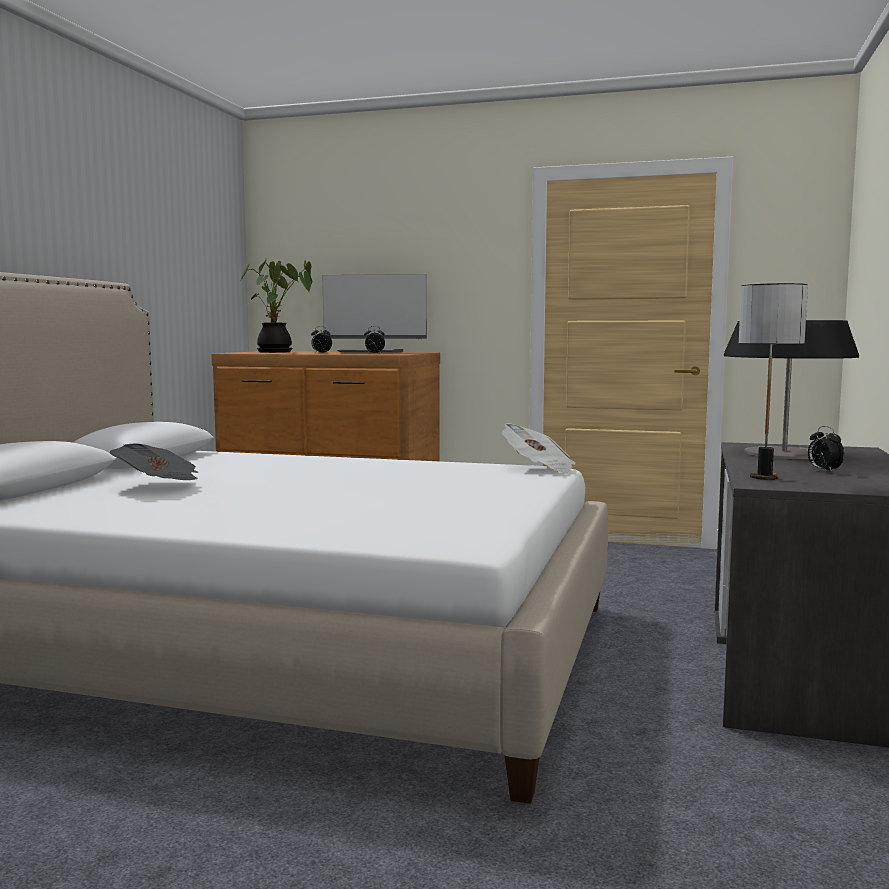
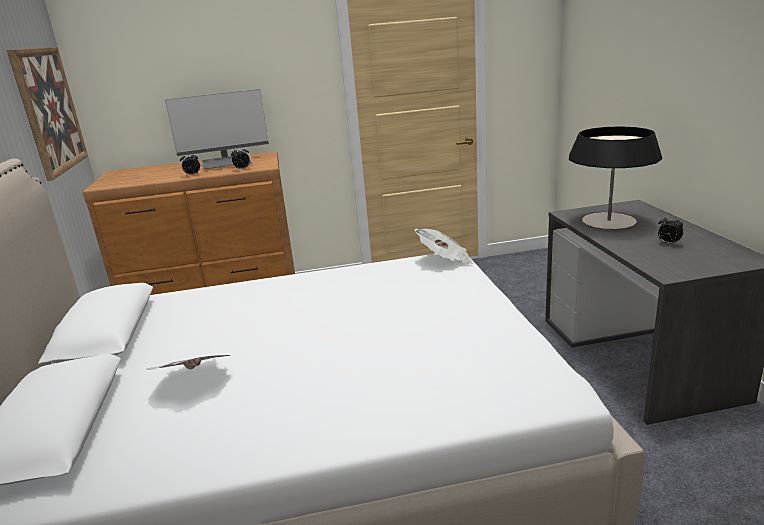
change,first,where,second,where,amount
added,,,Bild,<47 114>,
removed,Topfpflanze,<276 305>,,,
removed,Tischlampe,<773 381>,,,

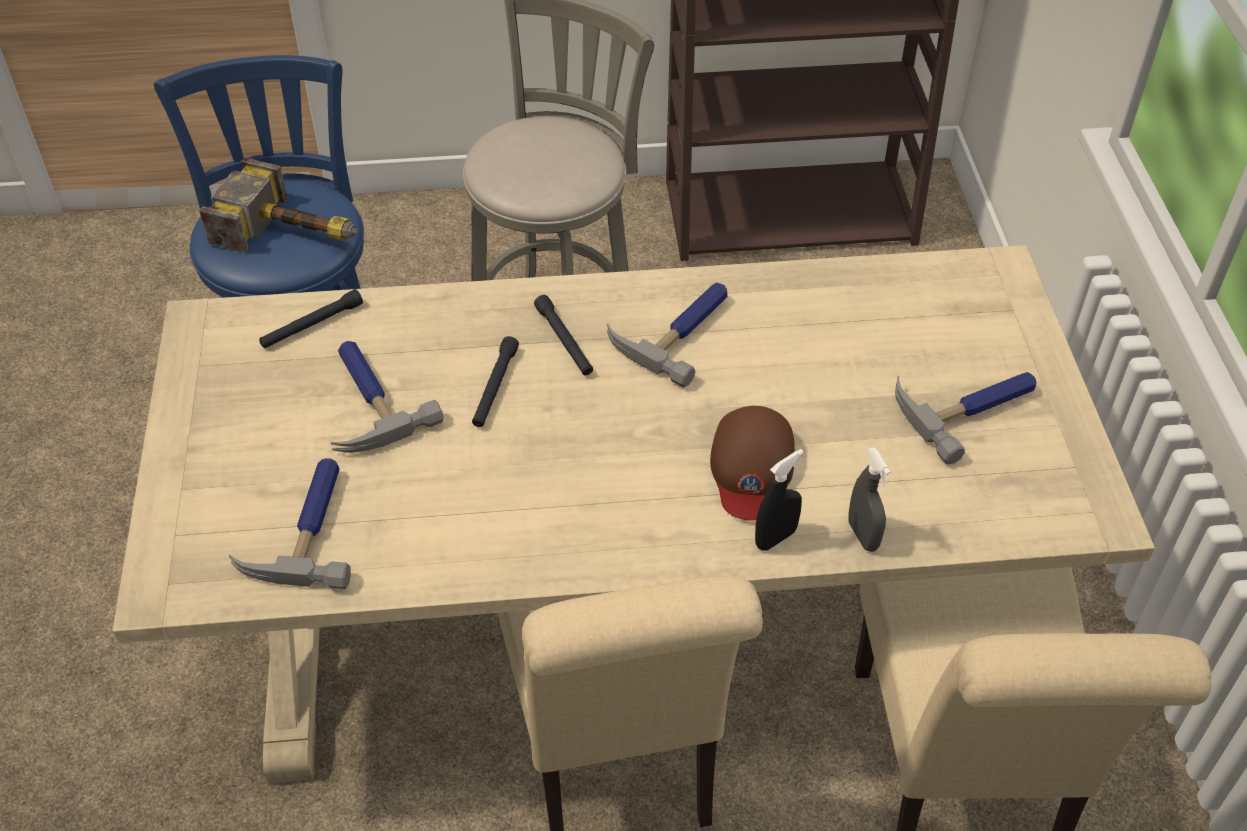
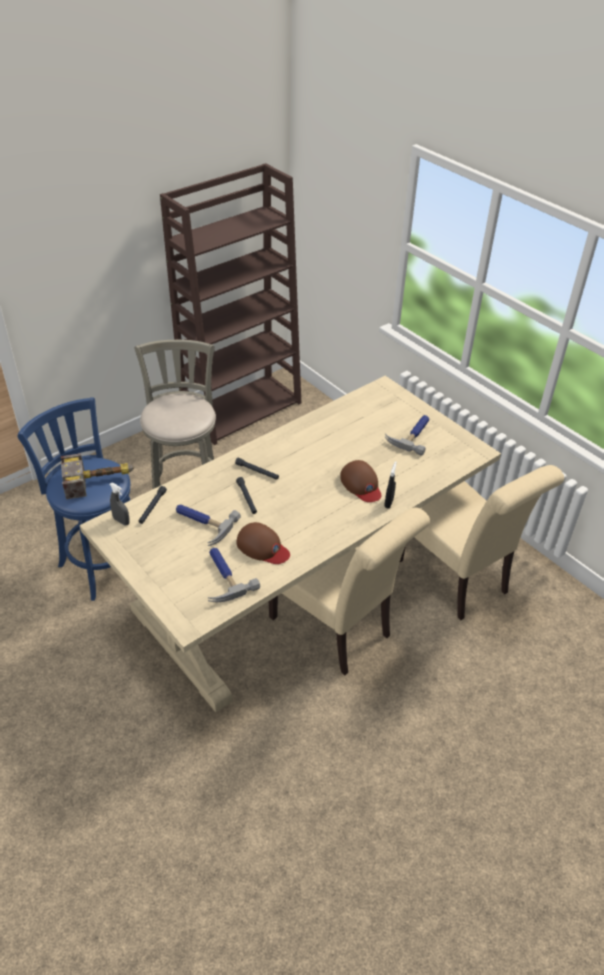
change,first,where,second,where,amount
moved,Sprühflasche (grau),<869 499>,,<120 504>,
added,,,Kappe (braun),<263 543>,
removed,Hammer,<667 335>,,,

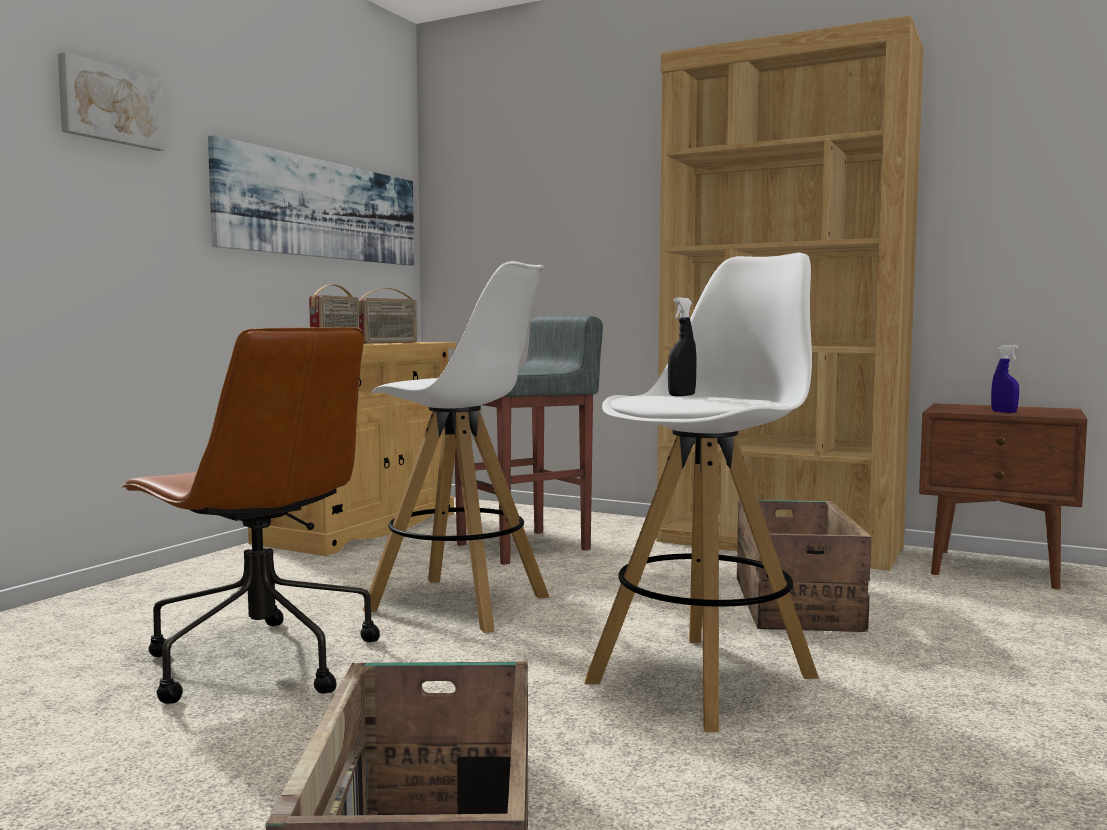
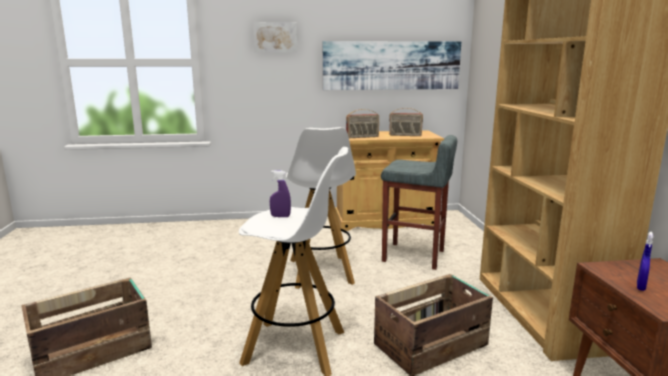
change,first,where,second,where,amount
recoloured,Sprühflasche (schwarz),<682 346>,Sprühflasche (lila),<280 193>,
removed,Bürostuhl (braun),<250 515>,,,

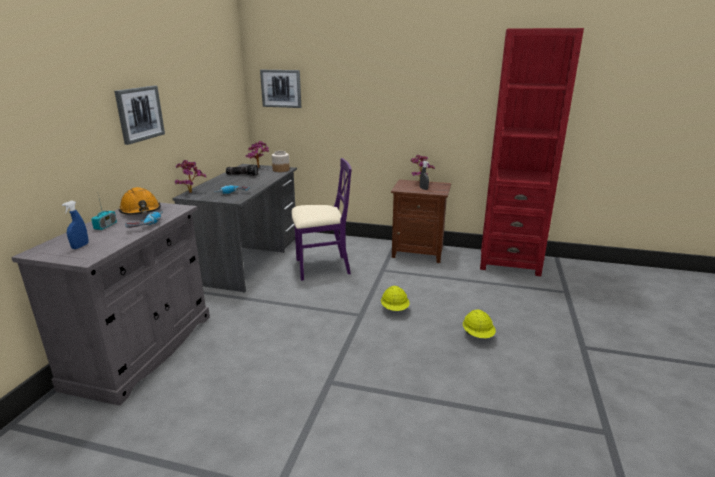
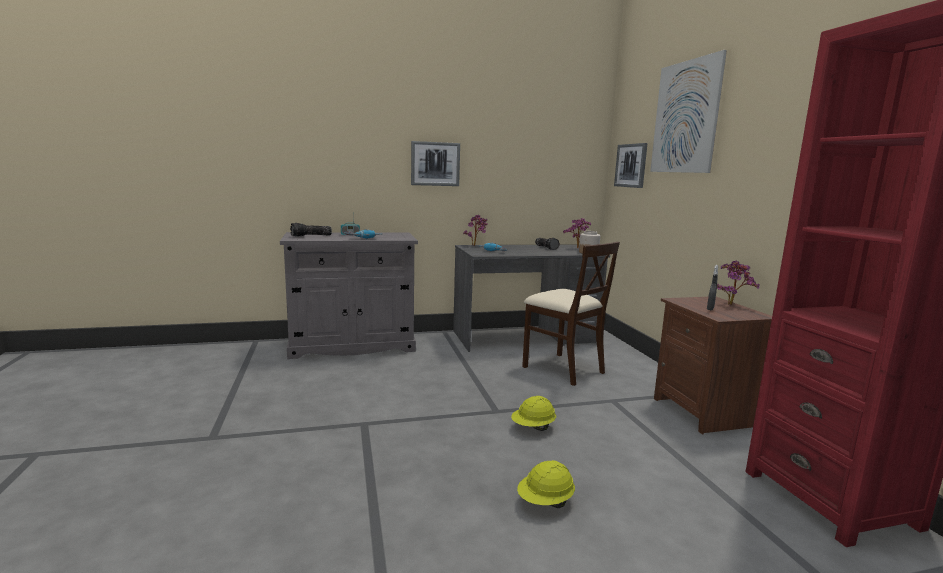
change,first,where,second,where,amount
replaced,Sprühflasche (blau),<75 225>,Taschenlampe,<311 230>,
recoloured,Stuhl (lila),<321 219>,Stuhl (beige),<571 314>,
added,,,Bild,<688 111>,
removed,Schutzhelm (orange),<140 201>,,,

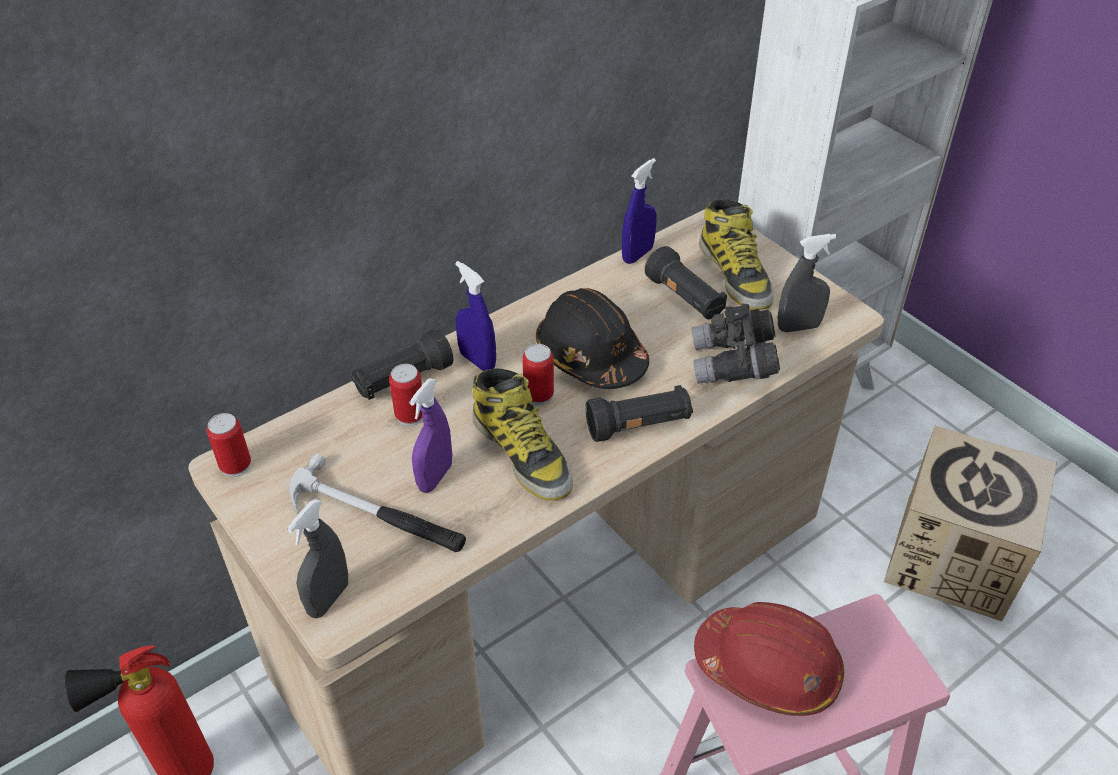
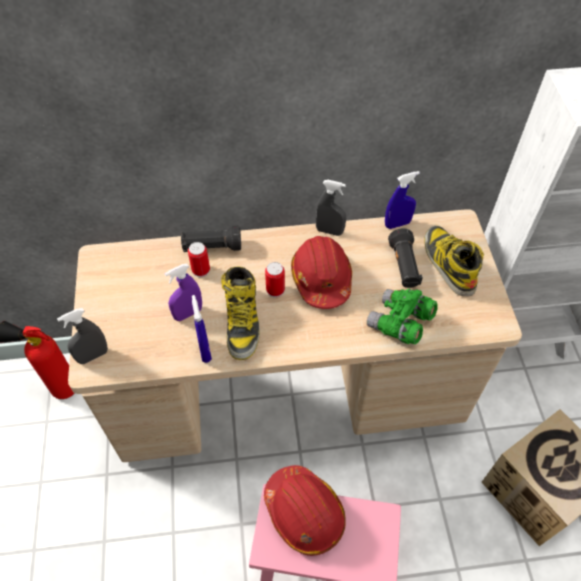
change,first,where,second,where,amount
moved,Sprühflasche (blau),<475 316>,,<202 329>,
recoloured,Schutzhelm (schwarz),<592 338>,Schutzhelm (rot),<321 272>,
moved,Sprühflasche (grau),<807 283>,,<330 208>,
recoloured,Fernglas (grau),<736 344>,Fernglas (grün),<402 316>,
turned,Stiefel,<736 255>,,<454 261>,150 degrees clockwise
removed,Dose,<229 445>,,,
removed,Hammer,<377 502>,,,
removed,Taschenlampe (schwarz),<639 413>,,,

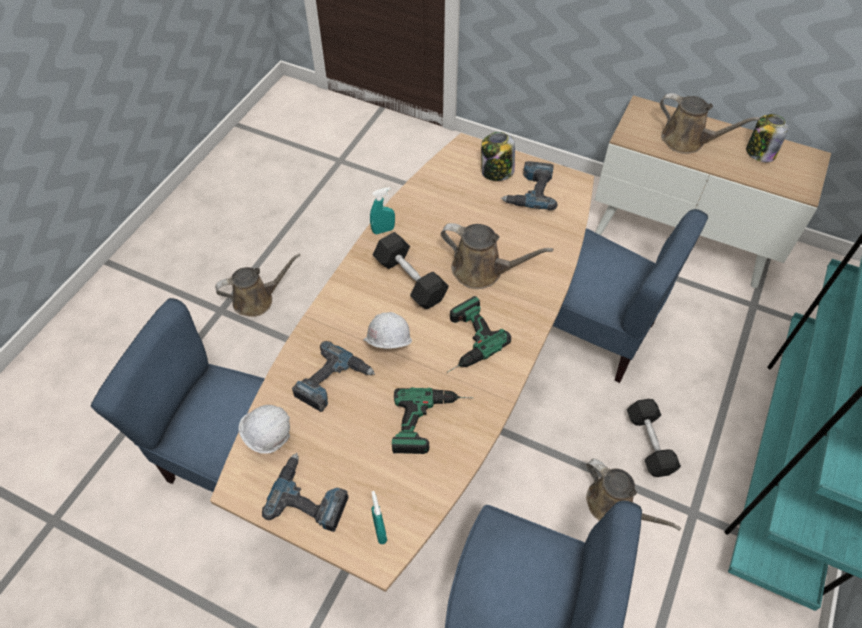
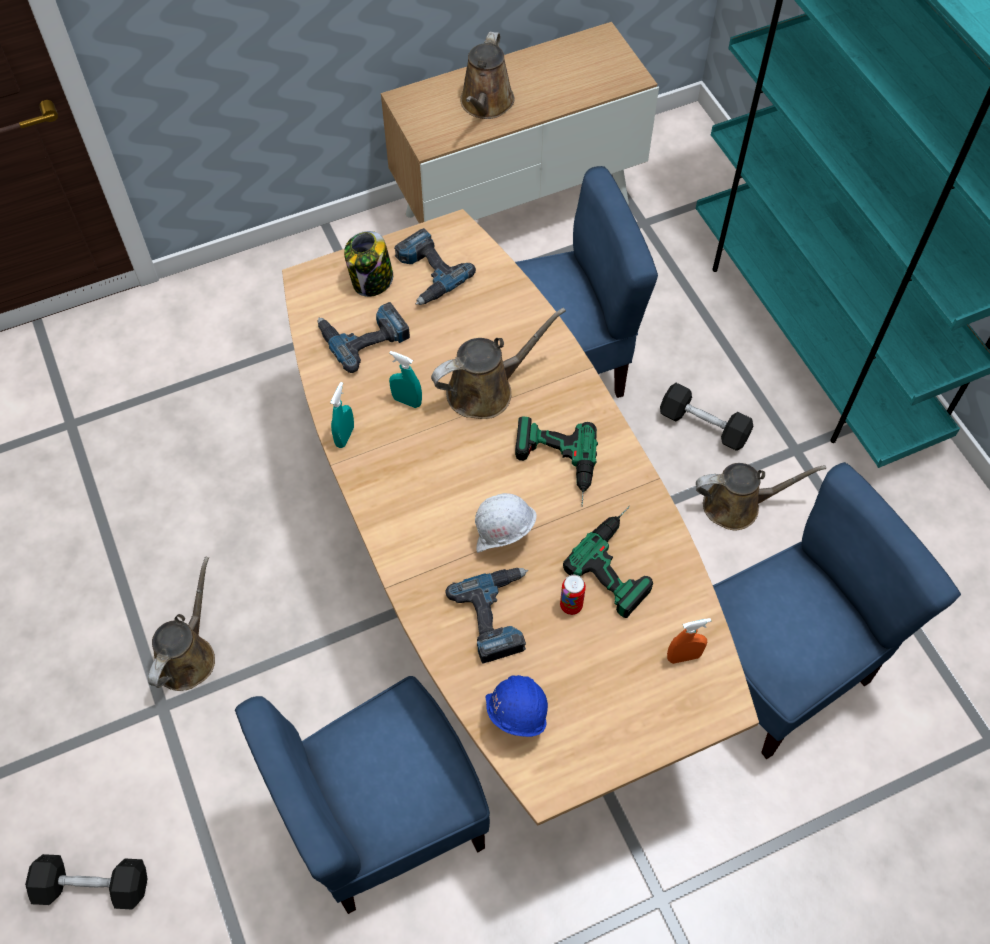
change,first,where,second,where,amount
moved,Hantel (schwarz),<411 270>,,<86 882>,
moved,Bohrmaschine,<305 492>,,<364 337>,
moved,Sprühflasche (türkis),<379 517>,,<405 379>,
turned,Gießkanne (braun),<710 123>,,<487 75>,120 degrees clockwise
recoloured,Schutzhelm (weiß),<264 429>,Schutzhelm (blau),<516 706>,
added,,,Dose,<573 595>,
added,,,Sprühflasche (orange),<689 641>,
removed,Vorratsglas,<767 138>,,,

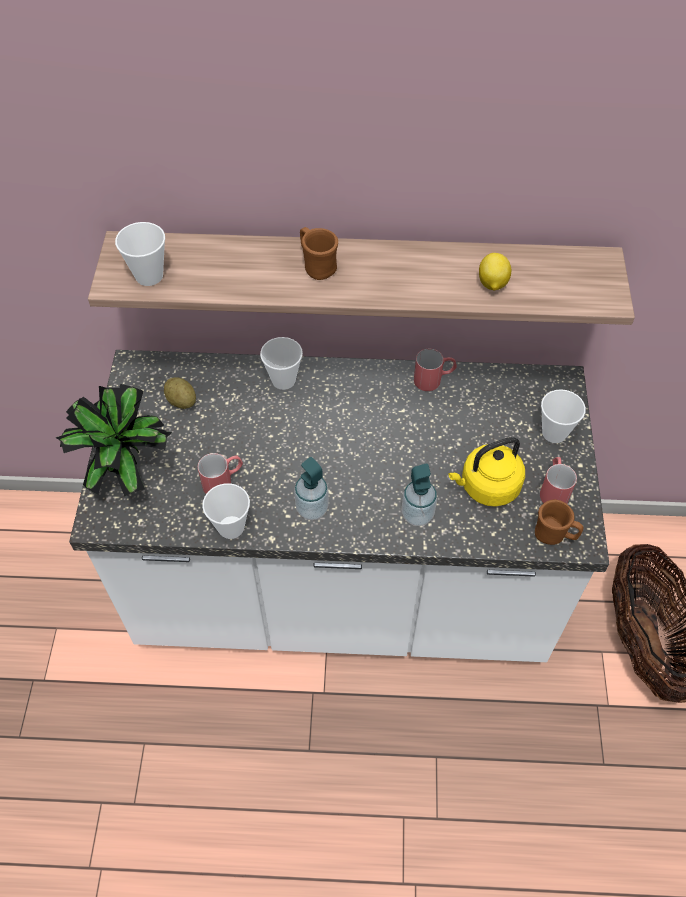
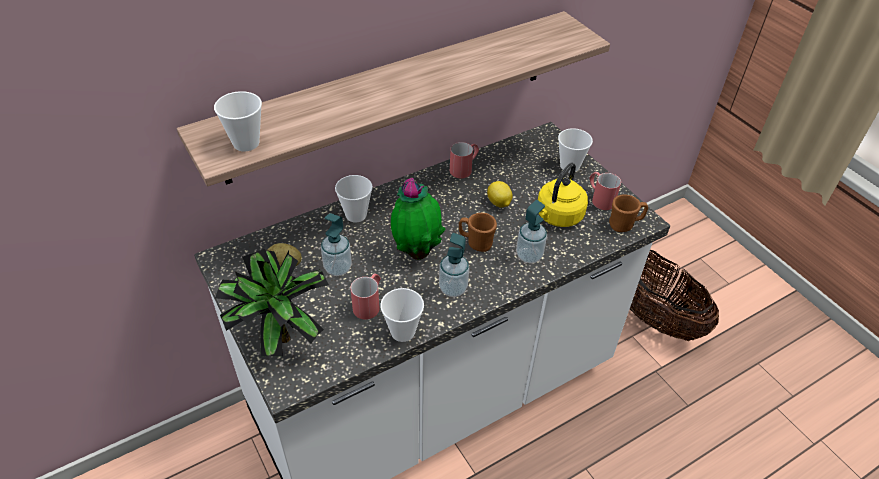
change,first,where,second,where,amount
added,,,Seifenspender,<336 244>,
added,,,Topfpflanze,<418 218>,
moved,Henkelbecher (braun),<319 253>,,<478 232>,
moved,Zitrone,<495 272>,,<500 194>,

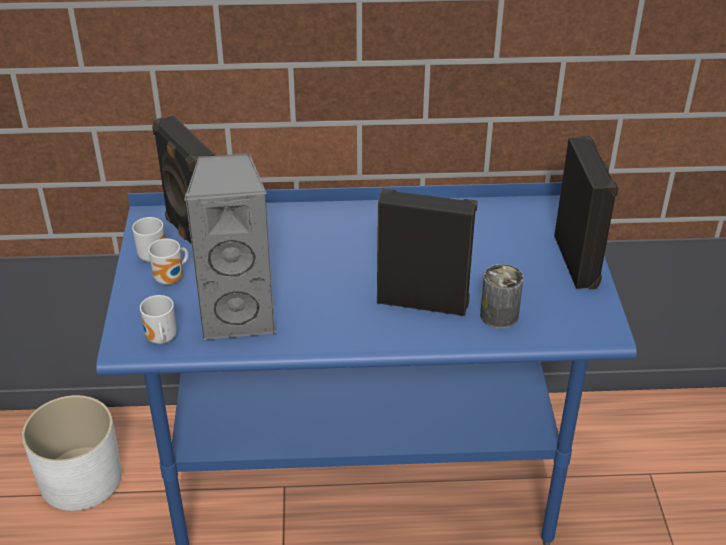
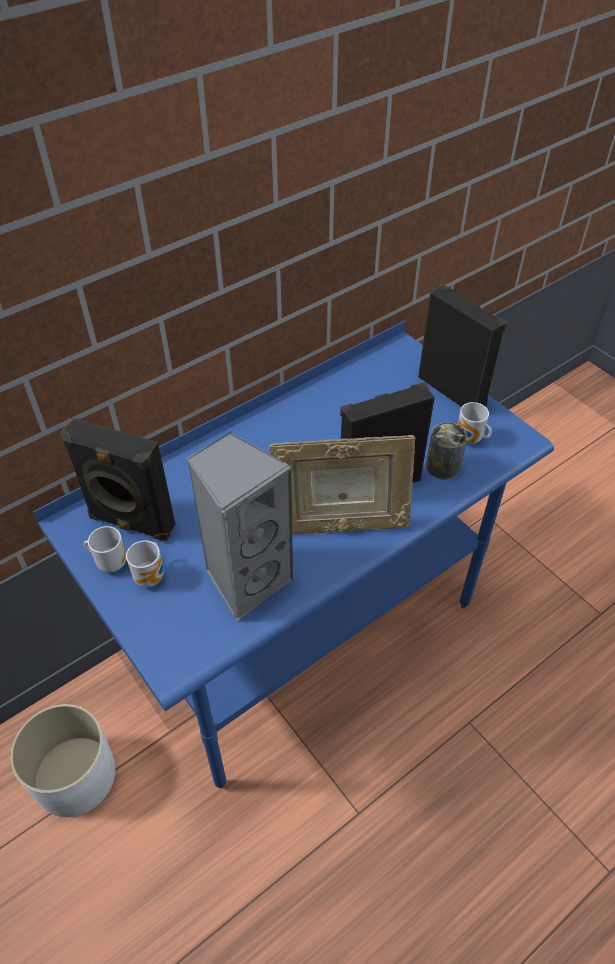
change,first,where,second,where,amount
added,,,Bilderrahmen,<342 485>,
moved,Henkelbecher,<158 319>,,<475 423>,

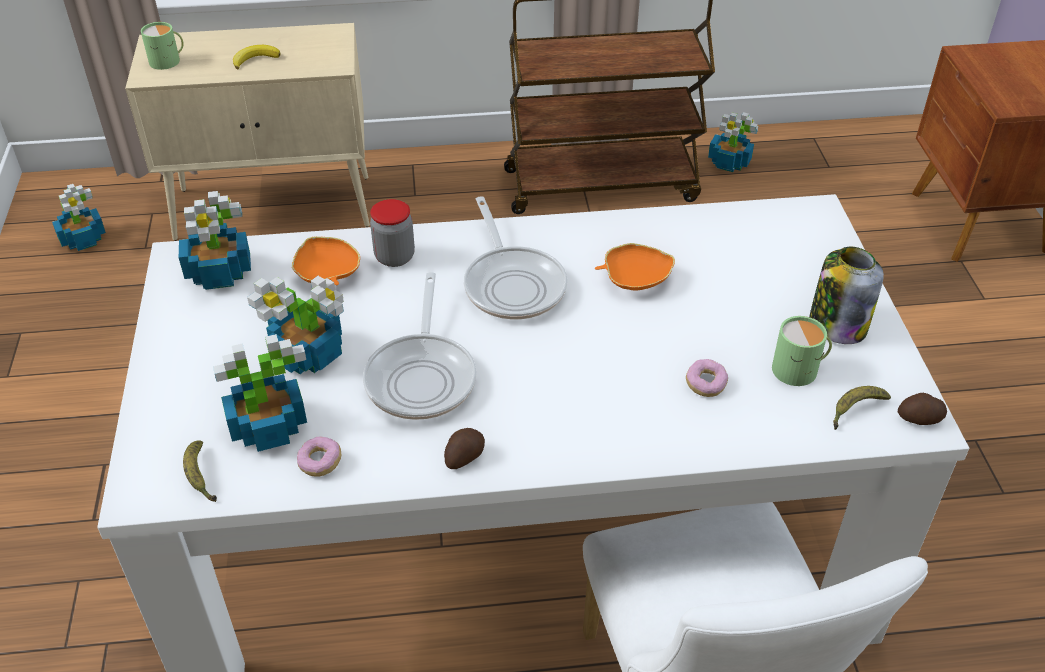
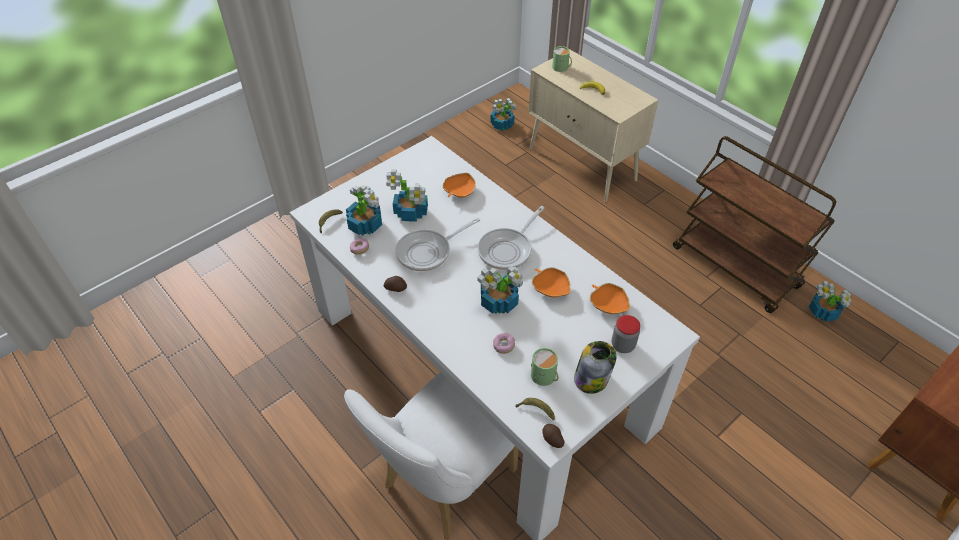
change,first,where,second,where,amount
moved,Topfpflanze,<215 240>,,<500 290>,
added,,,Schüssel (orange),<610 298>,
moved,Vorratsglas,<392 233>,,<626 334>,

